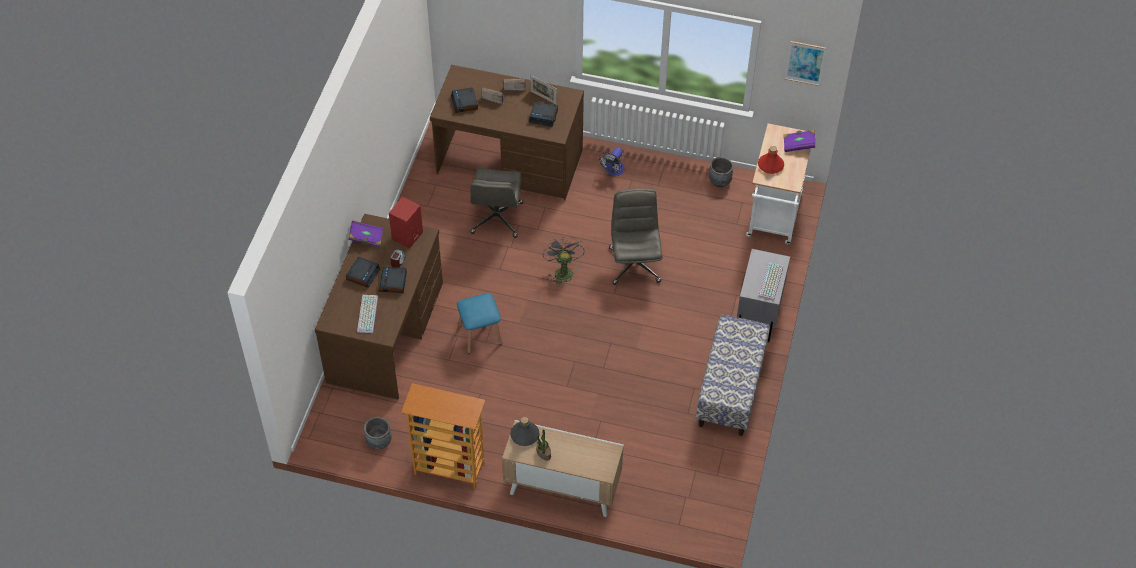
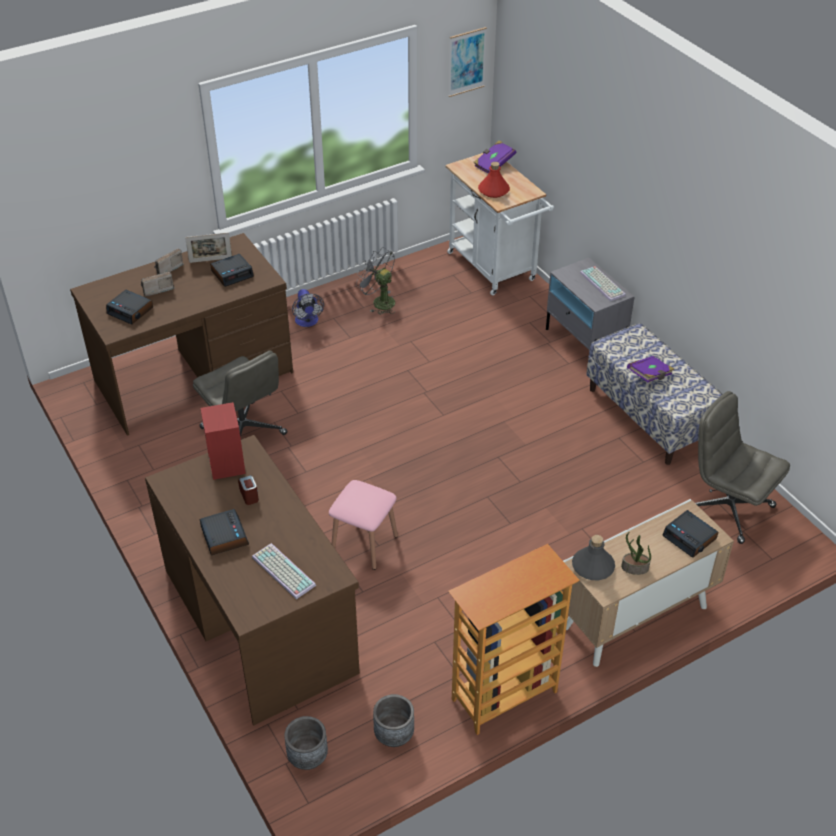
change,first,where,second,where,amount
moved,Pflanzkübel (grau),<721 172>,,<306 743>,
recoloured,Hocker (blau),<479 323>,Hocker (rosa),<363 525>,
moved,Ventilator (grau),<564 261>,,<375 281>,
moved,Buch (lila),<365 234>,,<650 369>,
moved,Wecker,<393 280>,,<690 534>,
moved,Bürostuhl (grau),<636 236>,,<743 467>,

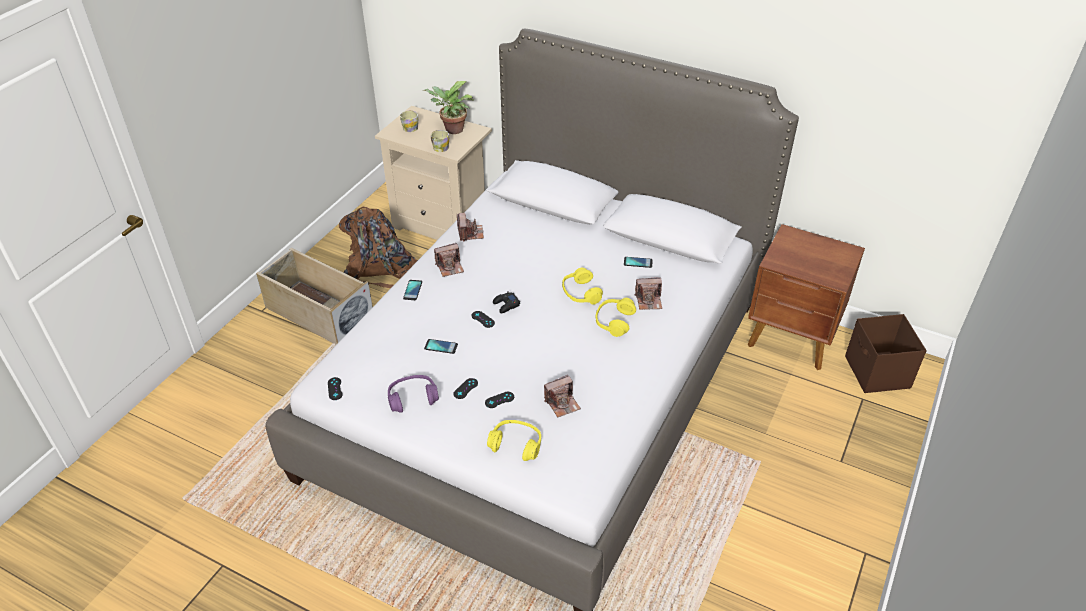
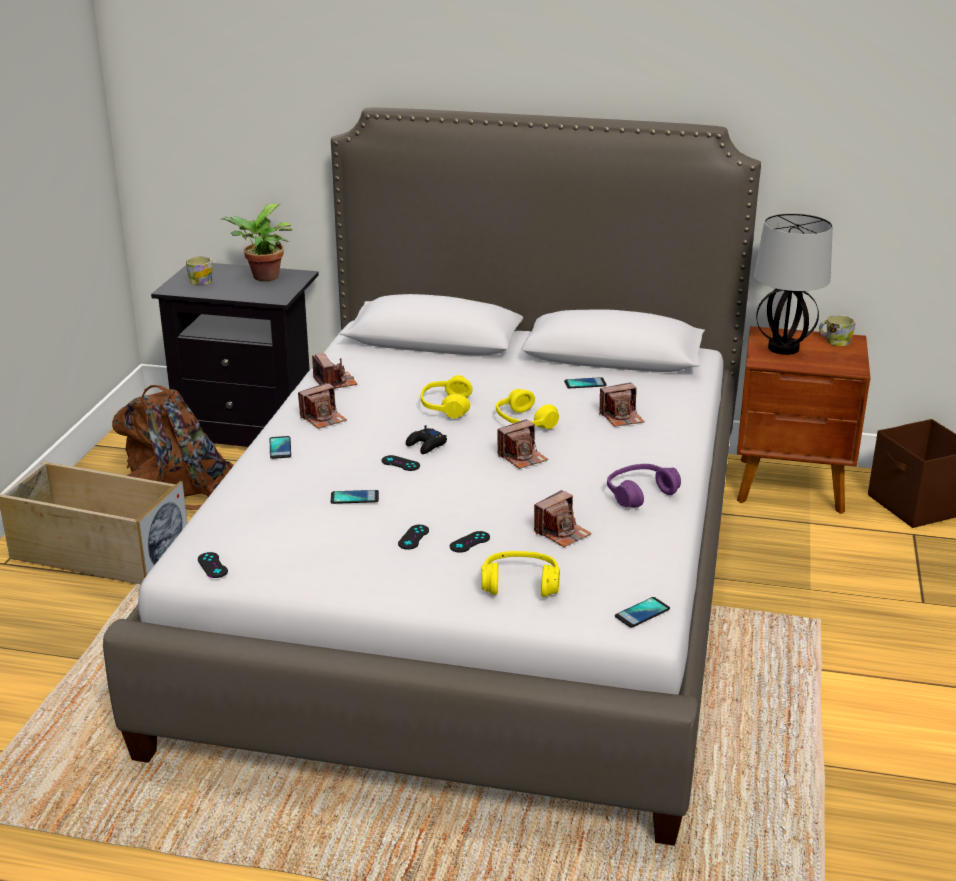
change,first,where,second,where,amount
recoloured,Nachttisch (beige),<433 173>,Nachttisch (schwarz),<235 355>,
moved,Kopfhörer (gelb),<616 317>,,<446 397>,
added,,,Kamera,<522 444>,
moved,Kopfhörer (lila),<413 394>,,<644 485>,
added,,,Handy,<642 612>,
added,,,Tischlampe,<793 284>,
moved,Henkelbecher,<440 141>,,<837 330>,

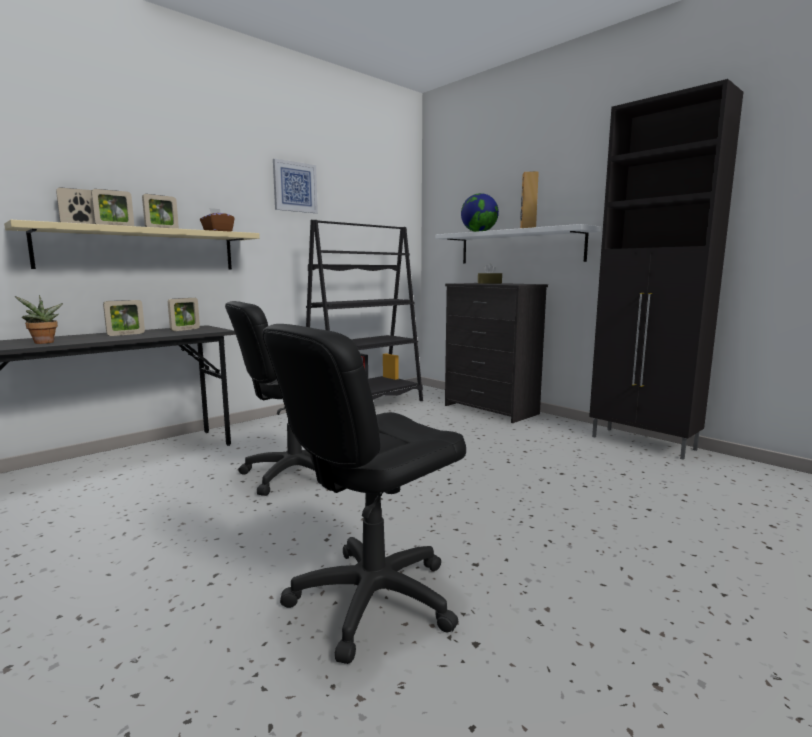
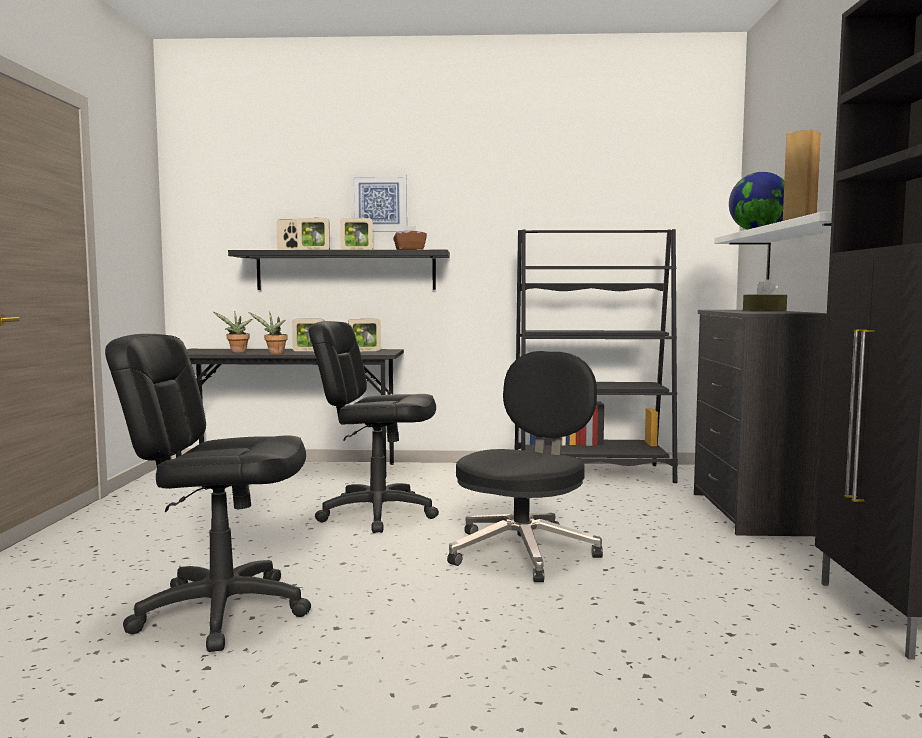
change,first,where,second,where,amount
recoloured,Wandregal (beige),<132 244>,Wandregal (schwarz),<339 270>,
added,,,Topfpflanze,<268 333>,
moved,Bild,<295 186>,,<378 203>,
added,,,Bürostuhl (schwarz),<525 466>,

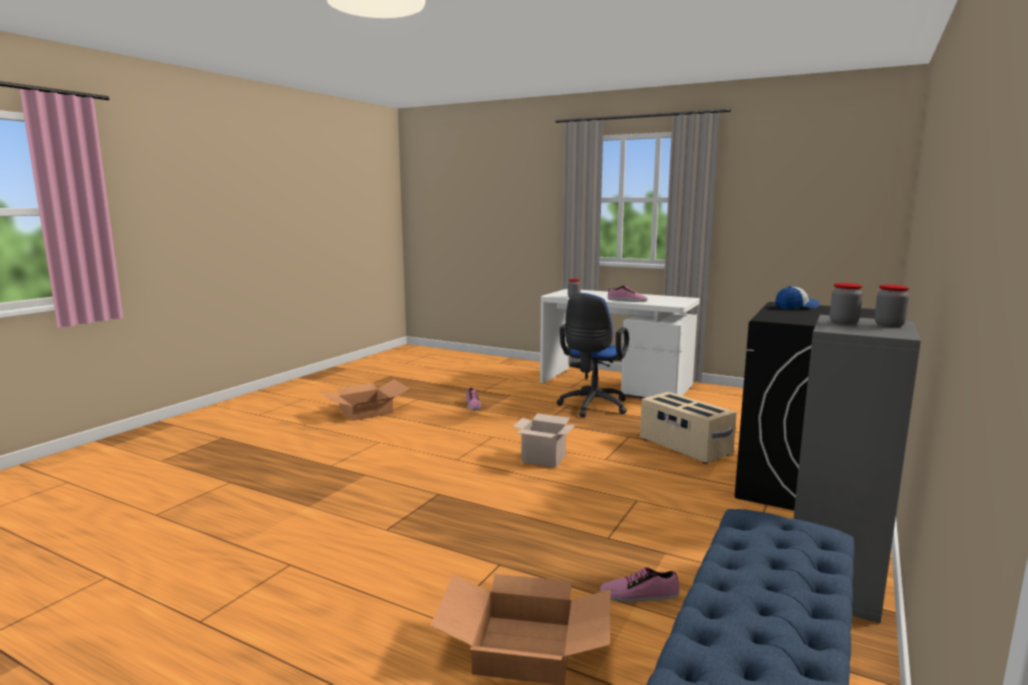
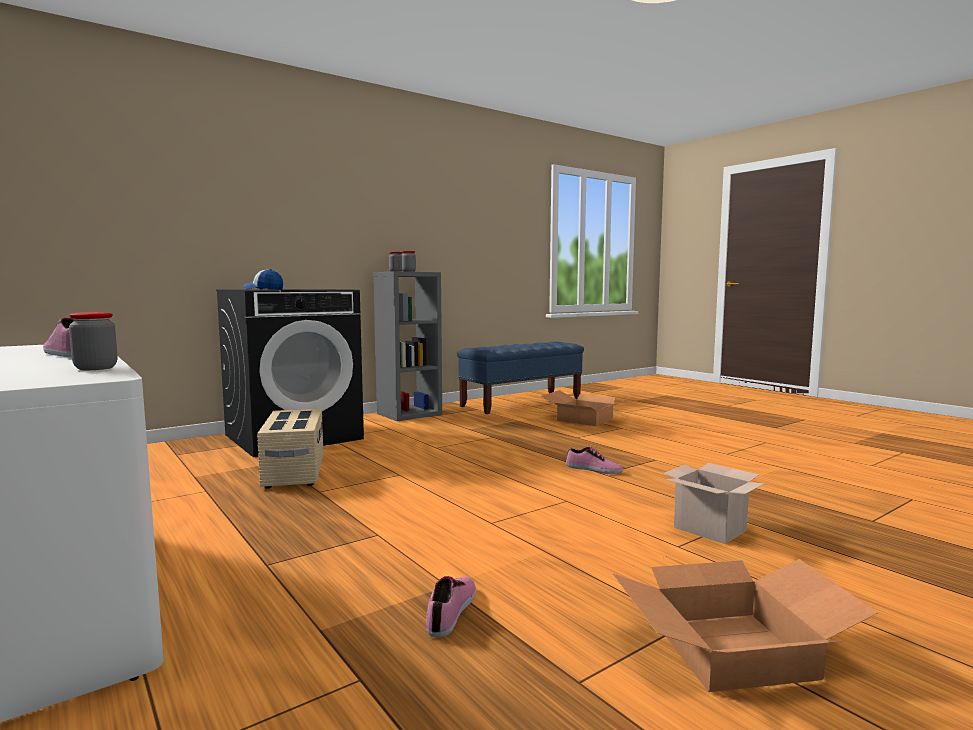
change,first,where,second,where,amount
moved,Schuh,<640 584>,,<594 460>,
moved,Karton,<543 440>,,<714 503>,
removed,Bürostuhl (blau),<593 355>,,,

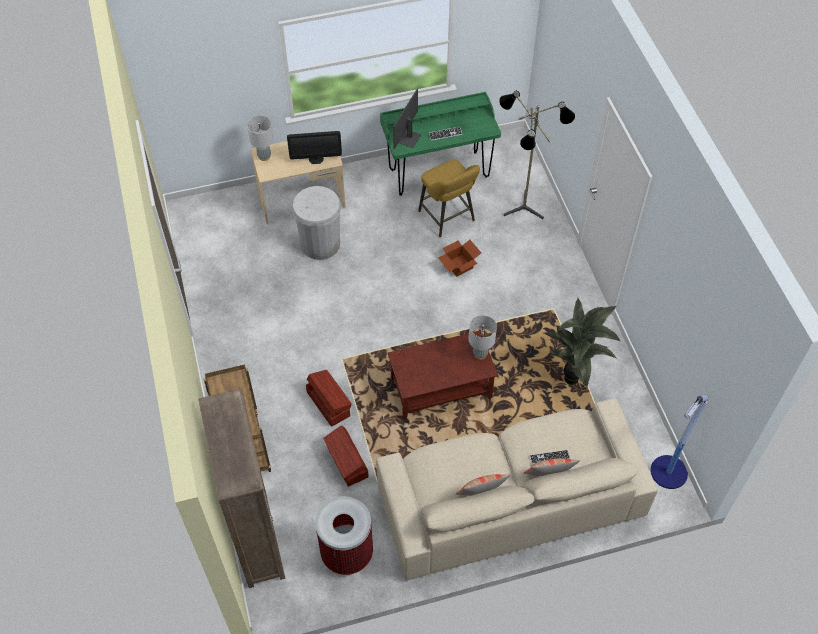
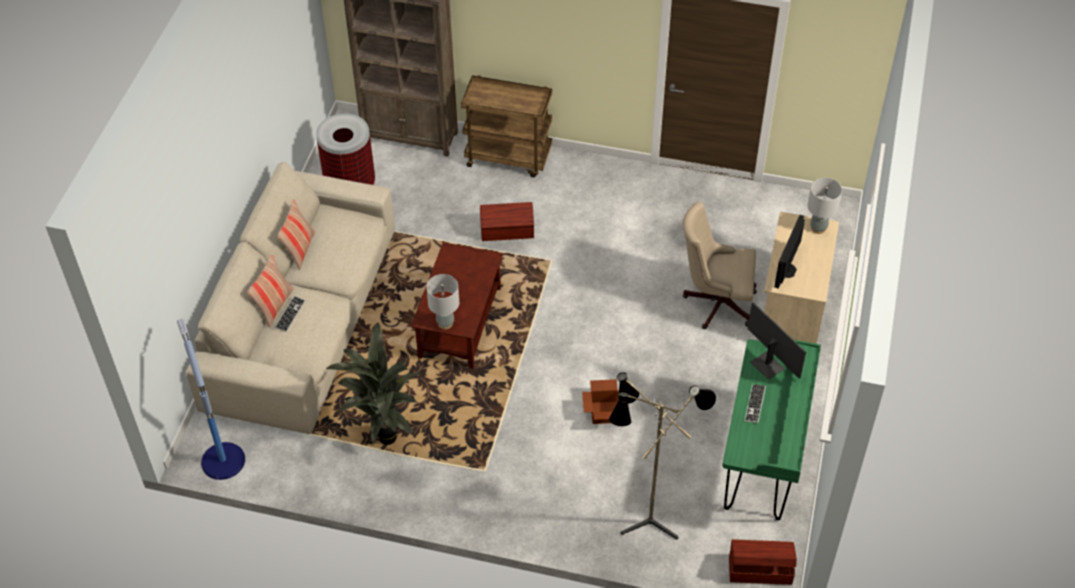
change,first,where,second,where,amount
replaced,Mülleimer (weiß),<316 223>,Bürostuhl (beige),<720 265>,
moved,Aufbewahrungsbox (braun),<346 456>,,<763 562>,
removed,Hocker (gelb),<449 198>,,,

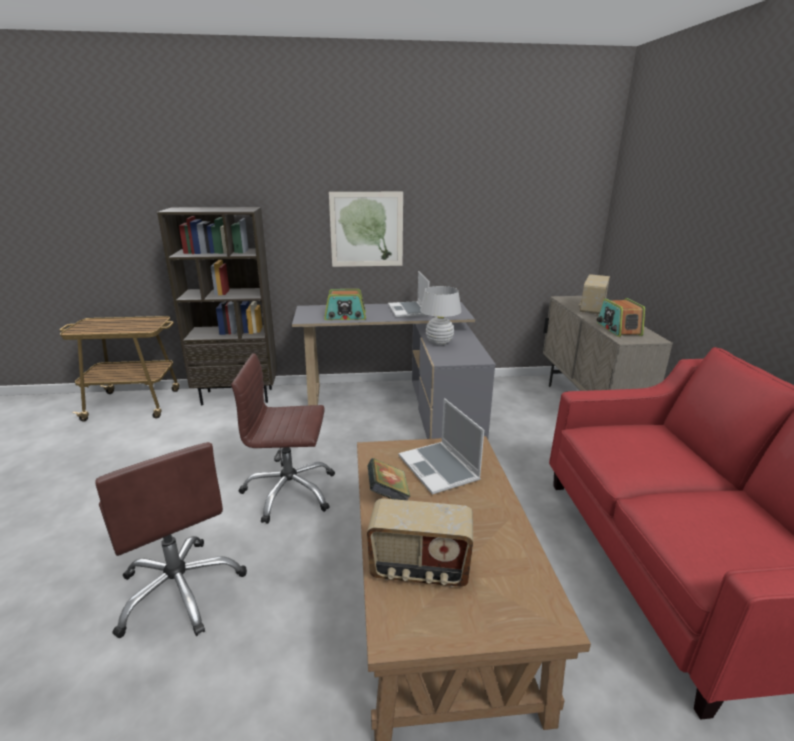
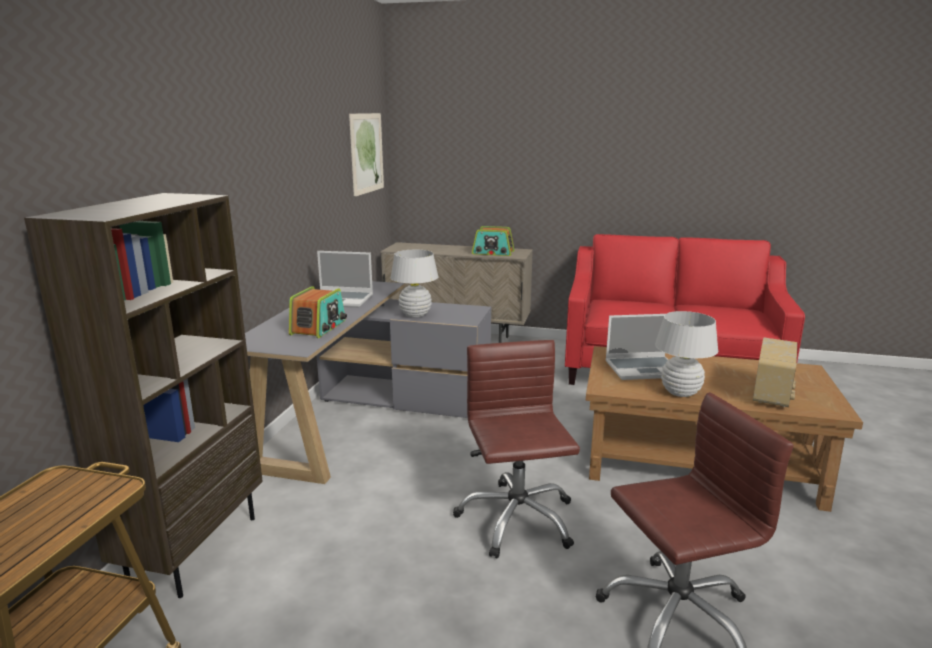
change,first,where,second,where,amount
moved,Bild,<366 229>,,<366 155>,
turned,Bürostuhl (braun),<283 438>,,<516 449>,150 degrees clockwise
replaced,Buch,<389 479>,Tischlampe (weiß),<686 354>,
removed,Radio,<594 294>,,,

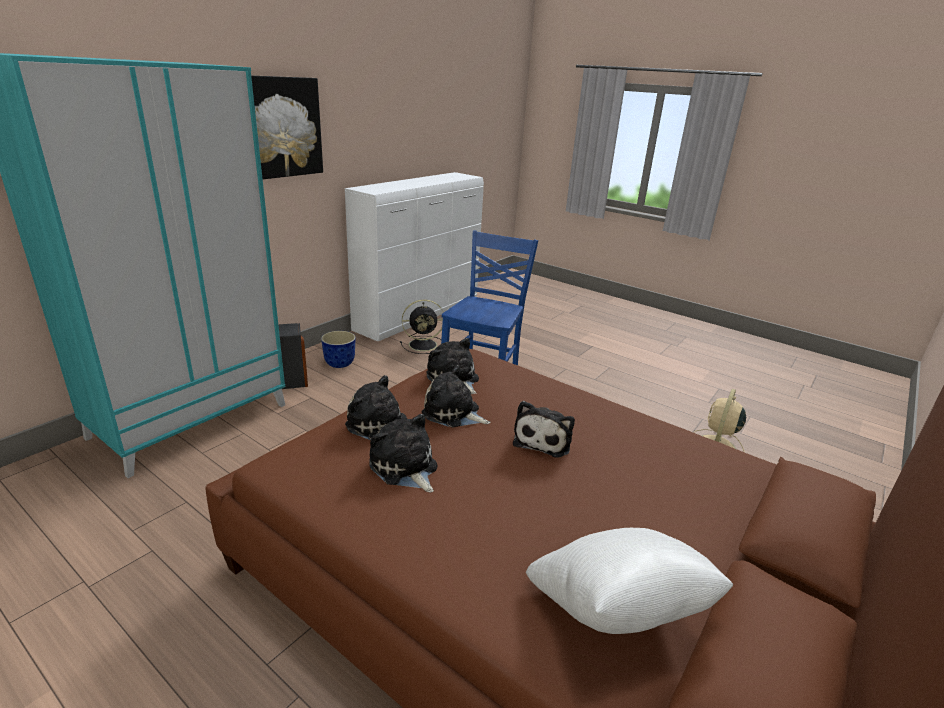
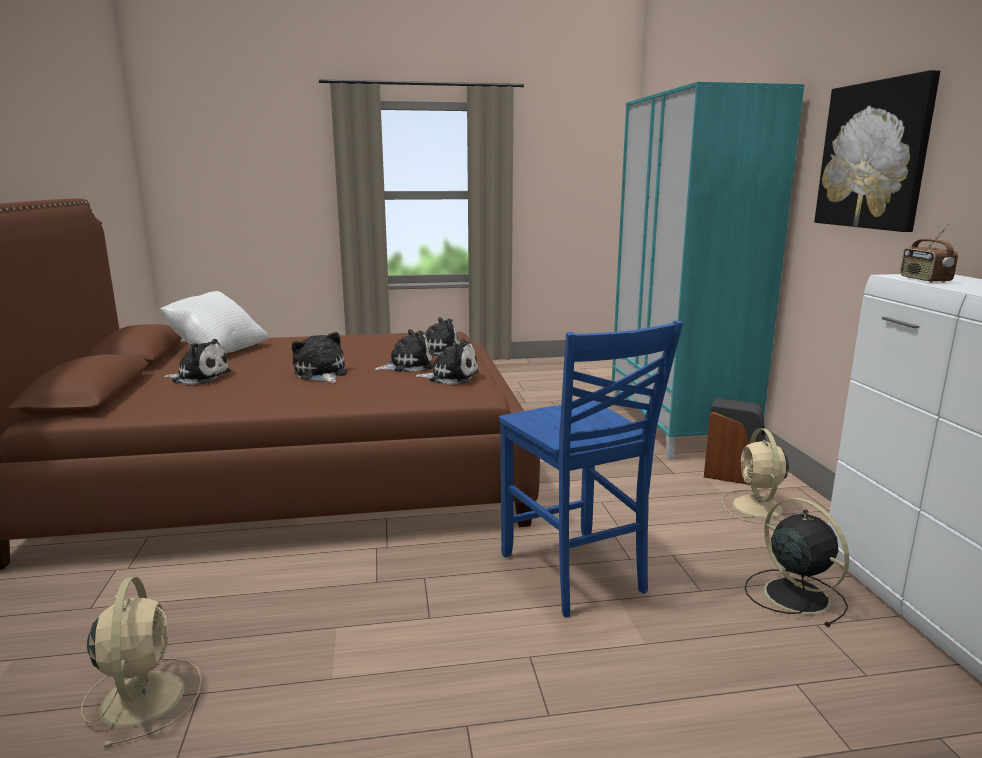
change,first,where,second,where,amount
moved,Plüschtier,<403 453>,,<197 362>,
replaced,Pflanzkübel,<338 349>,Ventilator (beige),<760 476>,
turned,Ventilator (schwarz),<422 327>,,<797 562>,120 degrees clockwise
added,,,Radio,<929 253>,

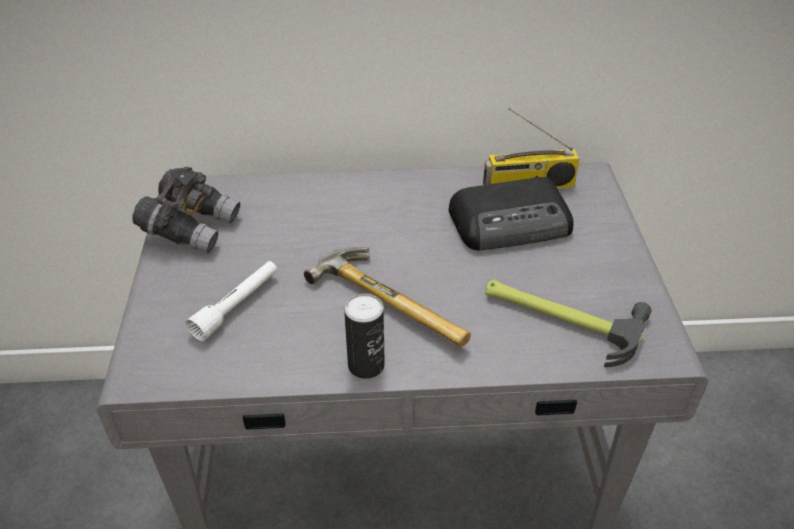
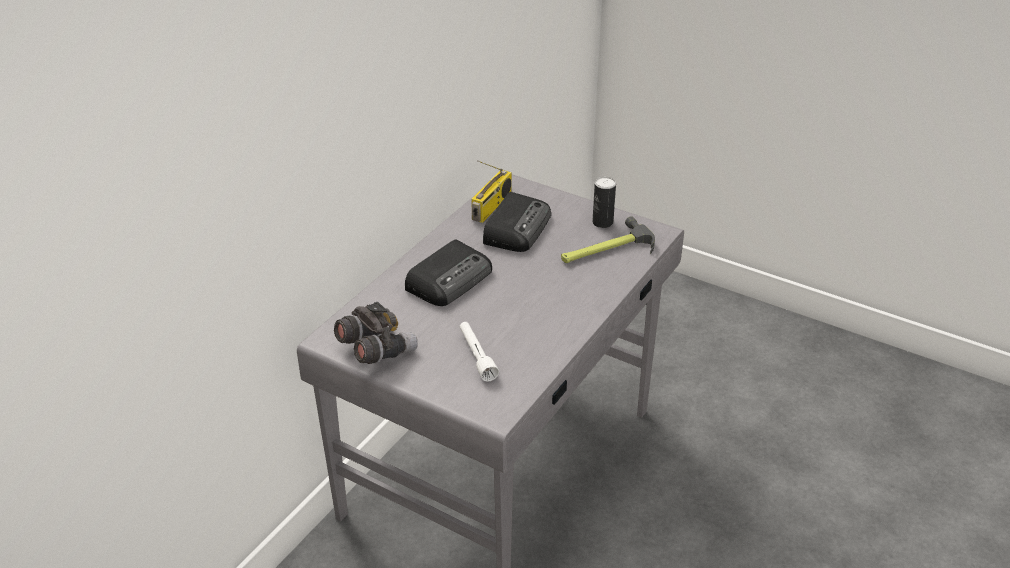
change,first,where,second,where,amount
added,,,Radio,<448 273>,
moved,Dose,<364 336>,,<604 202>,
removed,Hammer,<387 297>,,,

